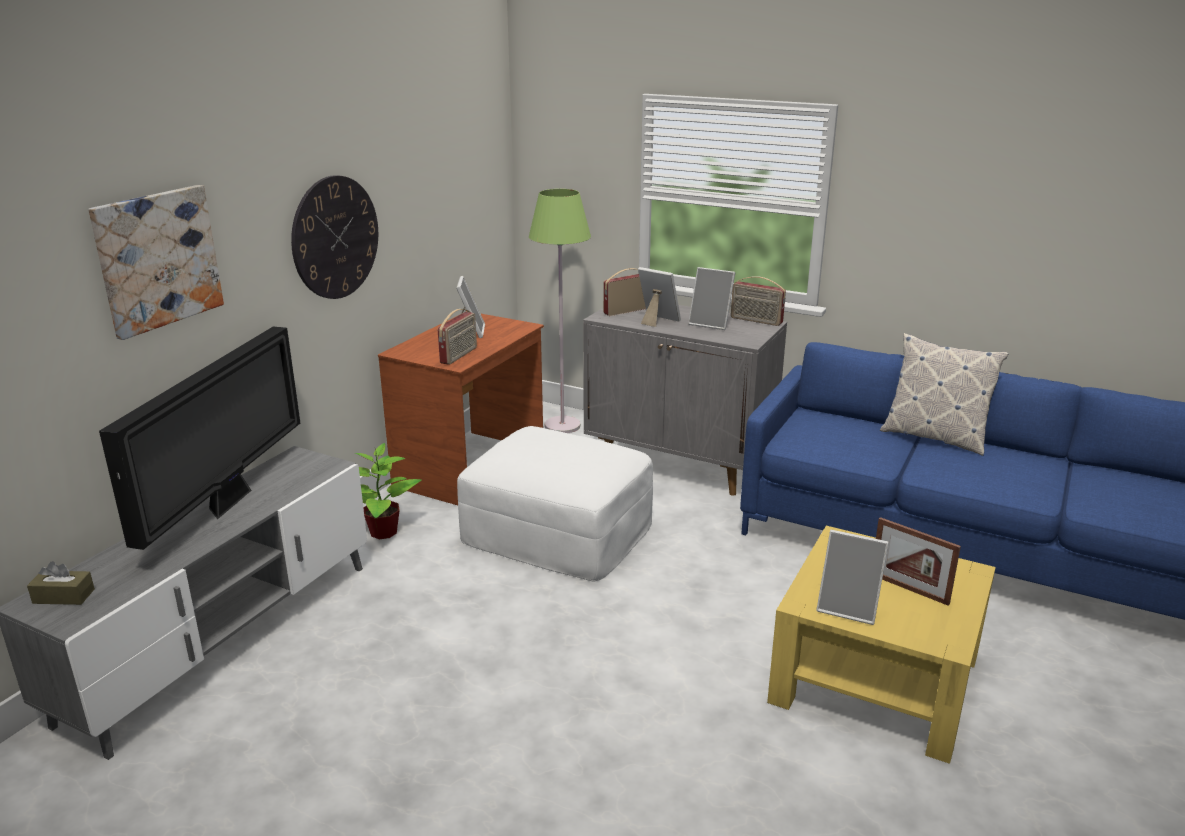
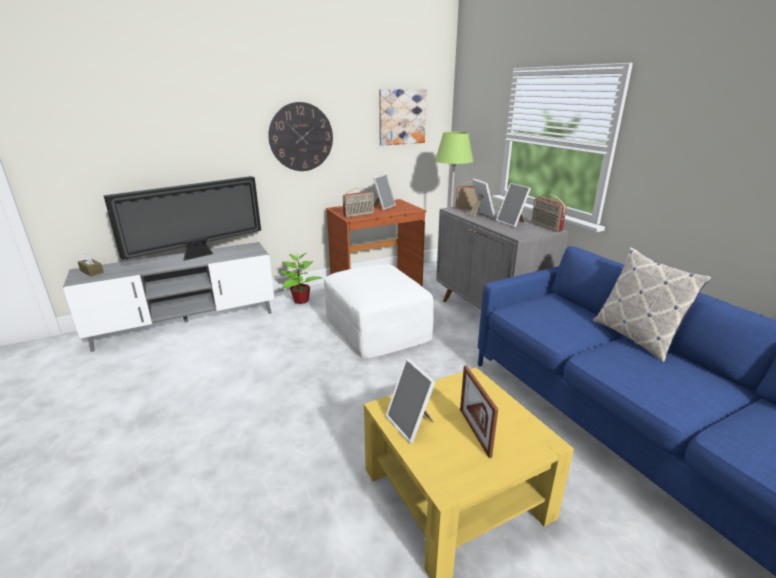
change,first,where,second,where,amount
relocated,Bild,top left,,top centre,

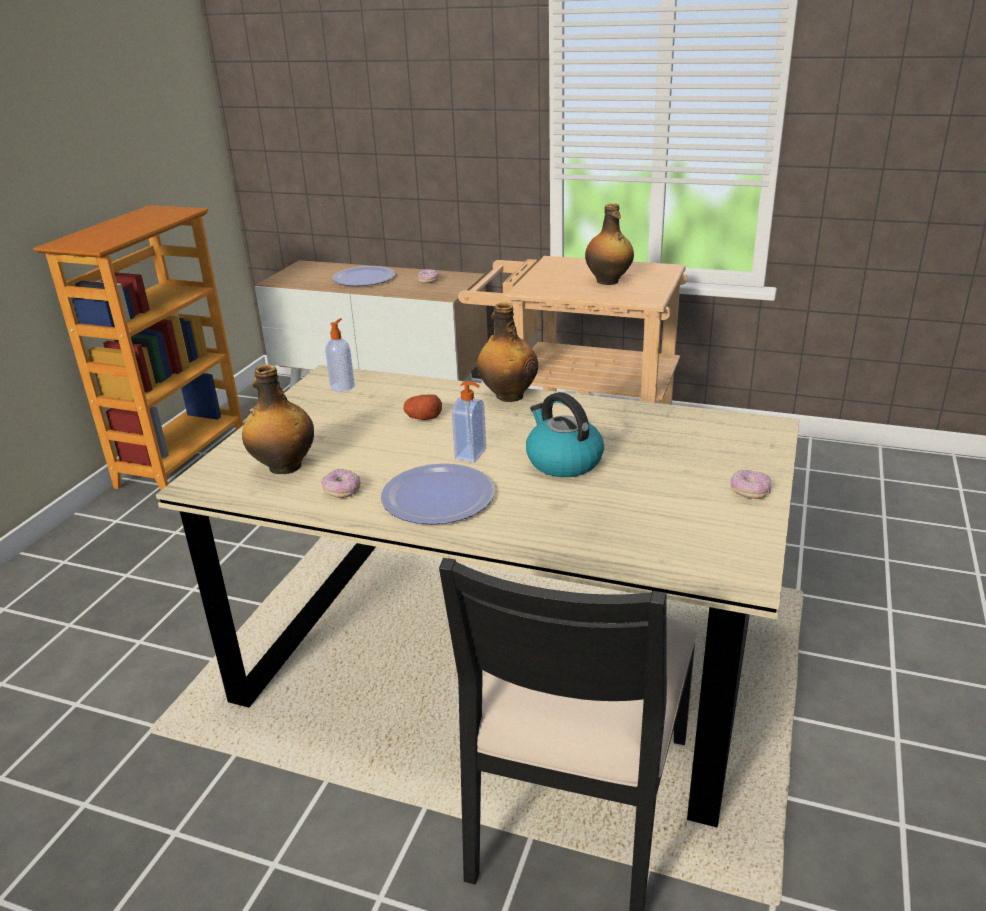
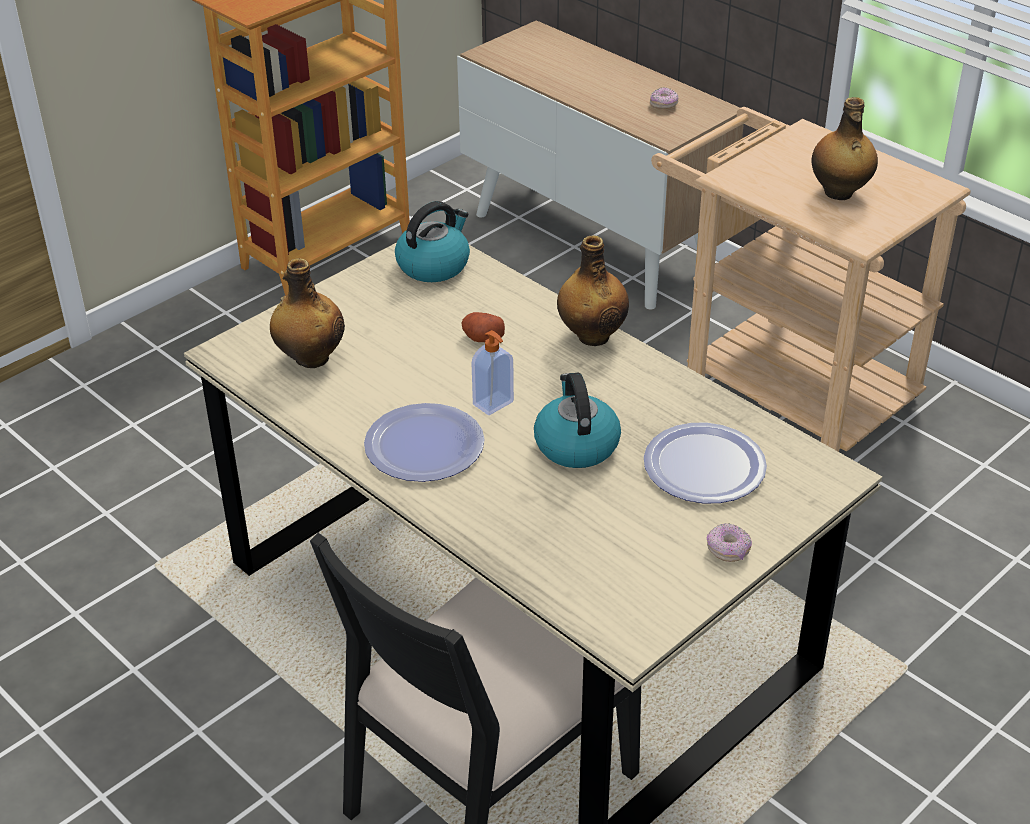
change,first,where,second,where,amount
missing,Donut (no. 1 from left),centre,,,
exchanged,Seifenspender (no. 1 from left),centre,Wasserkessel (no. 1 from left),top centre,
relocated,Teller (no. 1 from left in the first image),top centre,Teller (no. 2 from left),middle right,

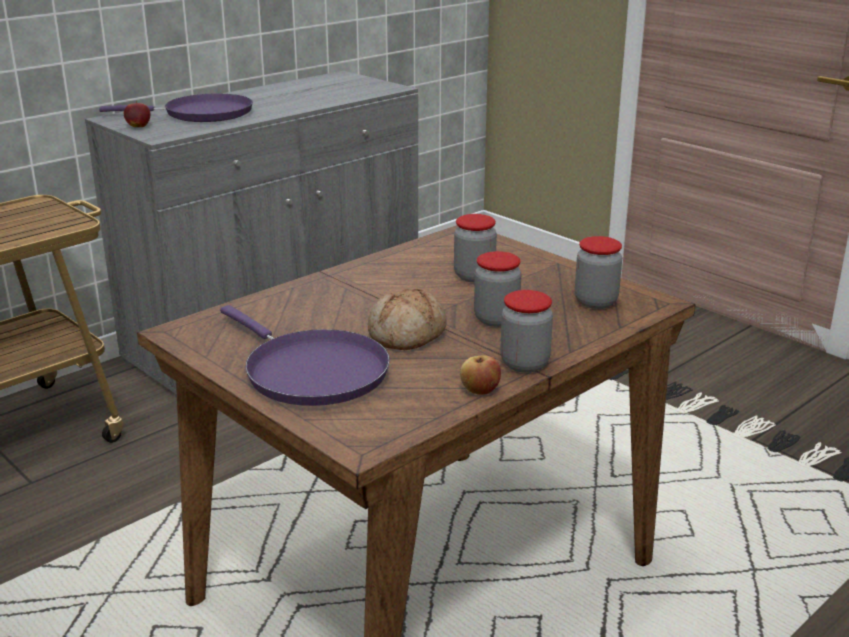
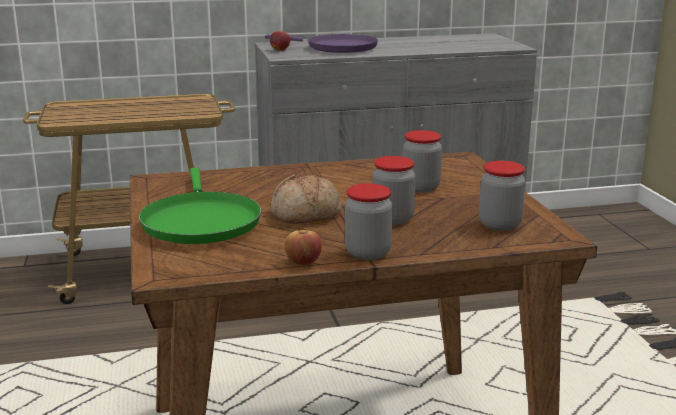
change,first,where,second,where,amount
colour,Pfanne [lila] (no. 2 from left),centre,Pfanne [grün],middle left,

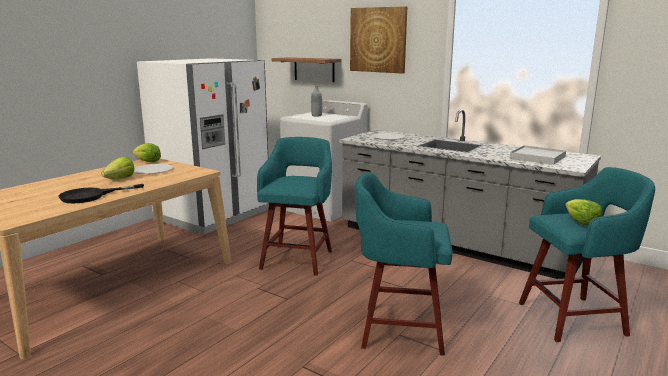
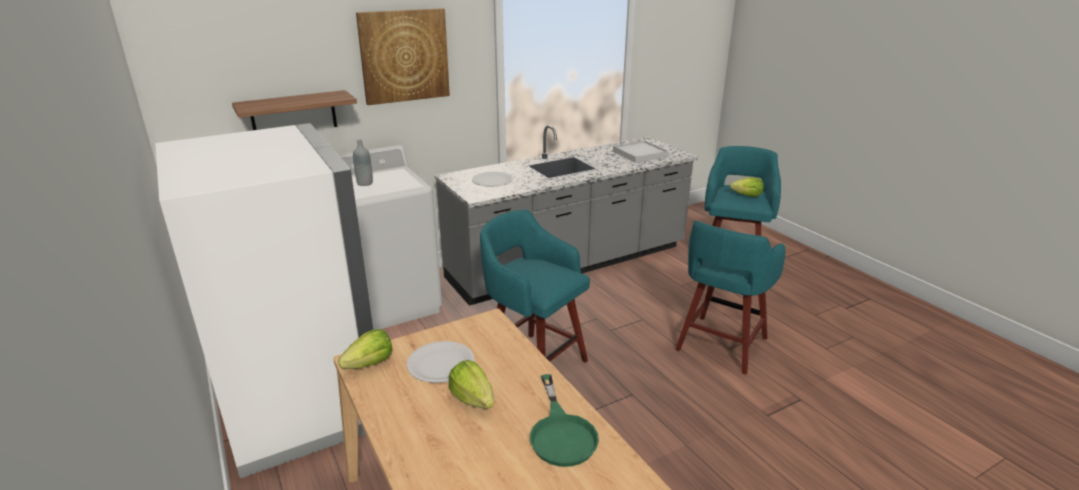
change,first,where,second,where,amount
colour,Pfanne [schwarz],middle left,Pfanne [grün],bottom centre,

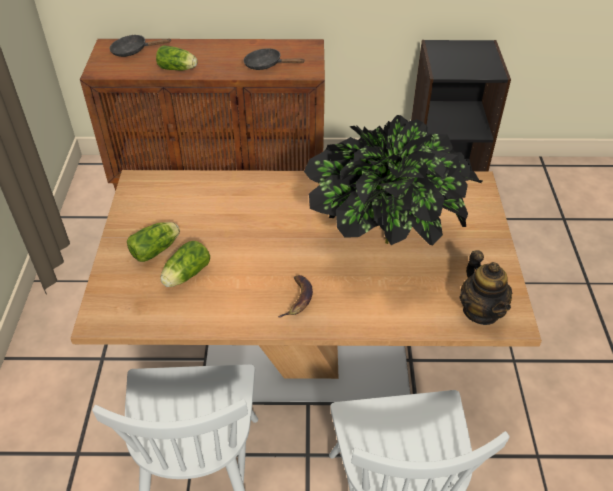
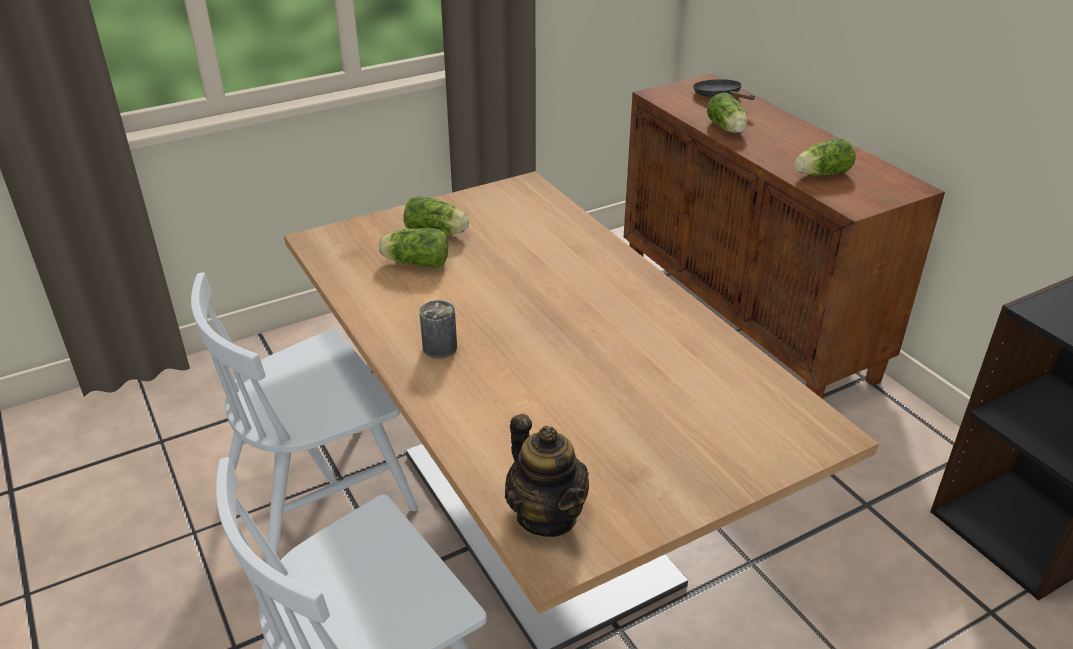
change,first,where,second,where,amount
exchanged,Pfanne [schwarz] (no. 2 from left),top centre,Salatkopf (no. 4 from left),top right,
exchanged,Banane,centre,Dose,centre,
missing,Topfpflanze,centre,,,
spun,Teekanne,middle right,,bottom centre,75 degrees counterclockwise

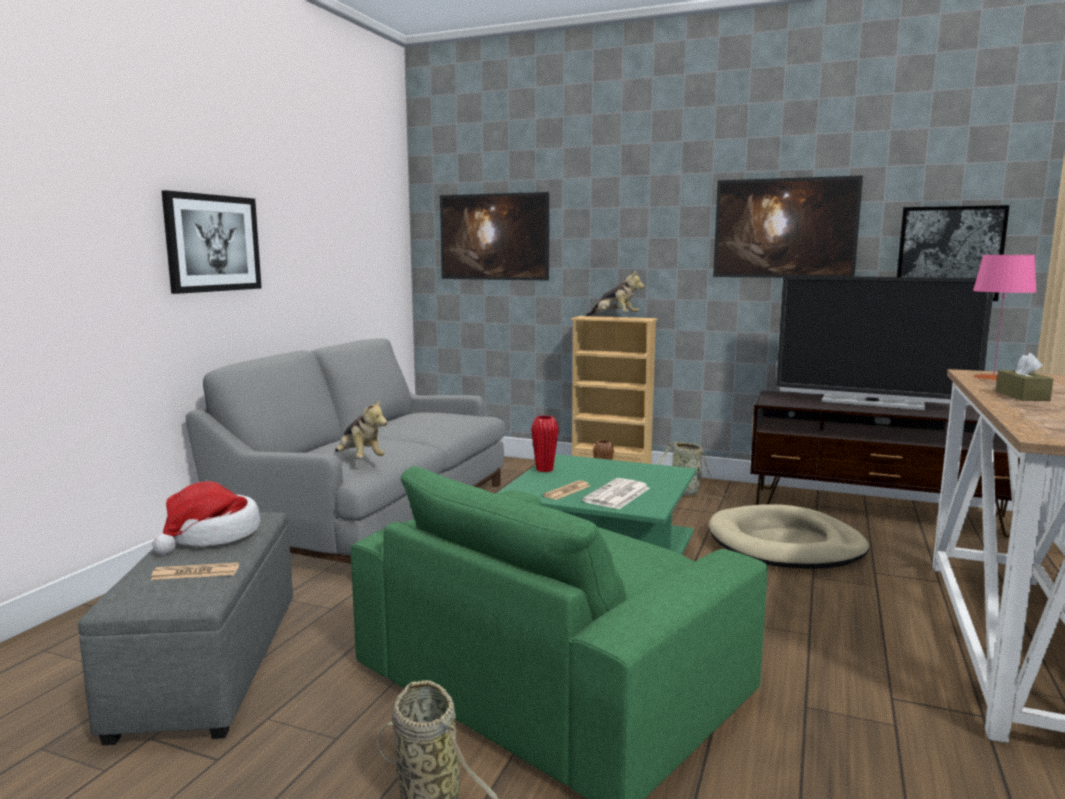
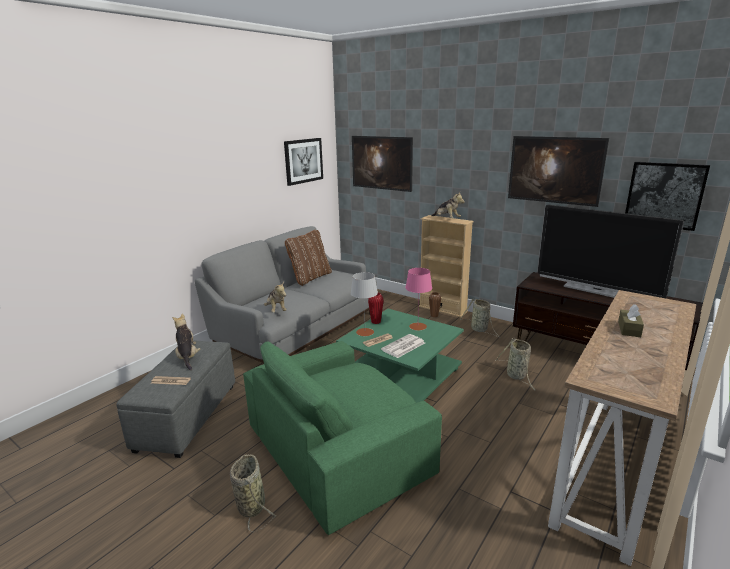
change,first,where,second,where,amount
exchanged,Hut,middle left,Plüschtier (no. 1 from left),middle left,
relocated,Bild (no. 1 from left),top left,,top centre,
exchanged,Hundebett [beige],bottom right,Korb (no. 3 from left),middle right,
relocated,Tischlampe [rosa],middle right,,centre,
appeared,,,Kissen [braun],centre,
appeared,,,Tischlampe [grau],centre,

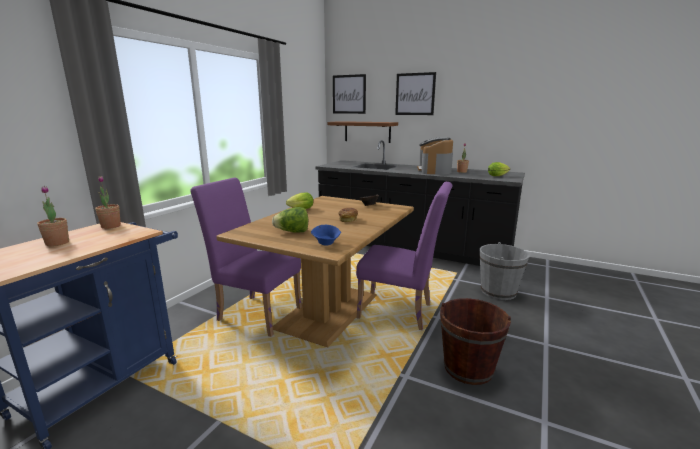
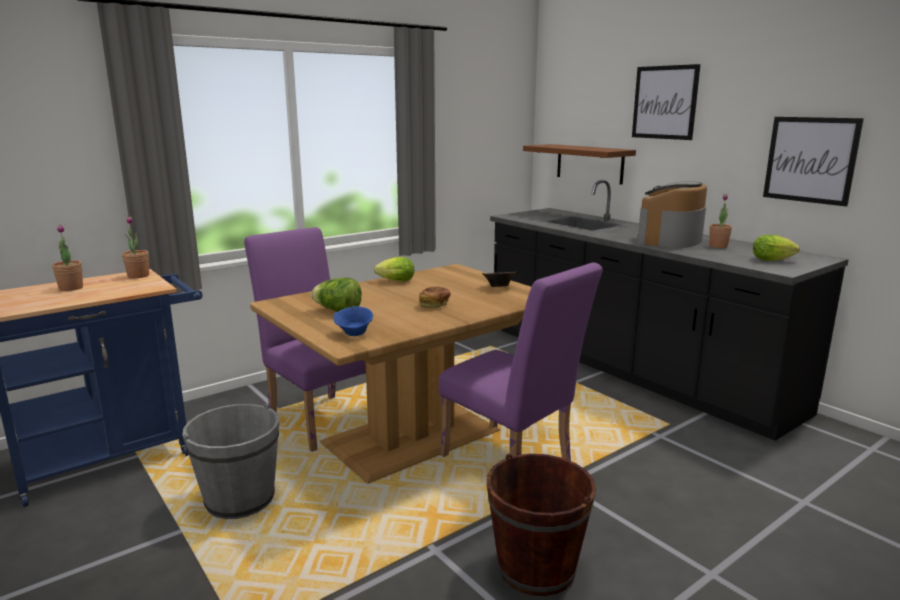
change,first,where,second,where,amount
relocated,Bild (no. 1 from left in the first image),top centre,Bild (no. 2 from left),top right,
relocated,Eimer [grau],middle right,,bottom left,

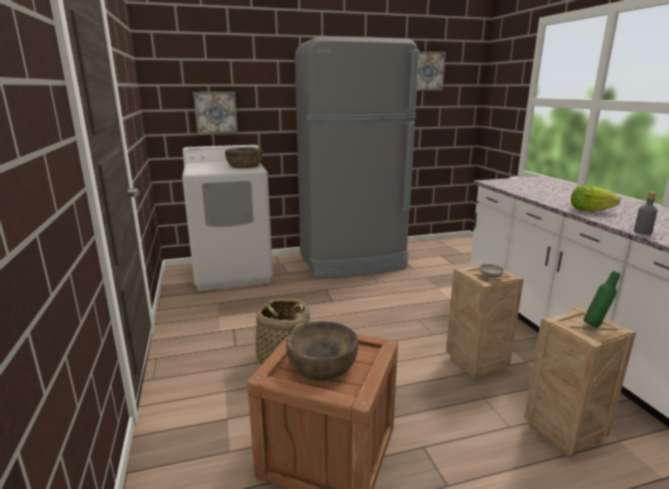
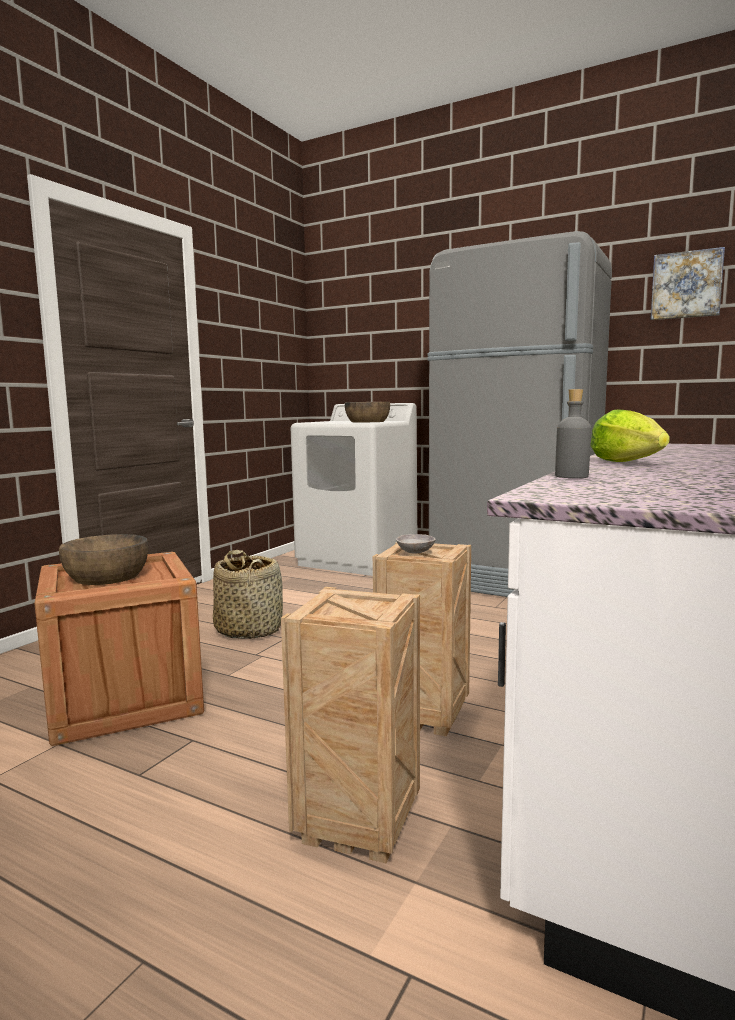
change,first,where,second,where,amount
missing,Bild (no. 1 from left),top left,,,
missing,Flasche [grün],middle right,,,

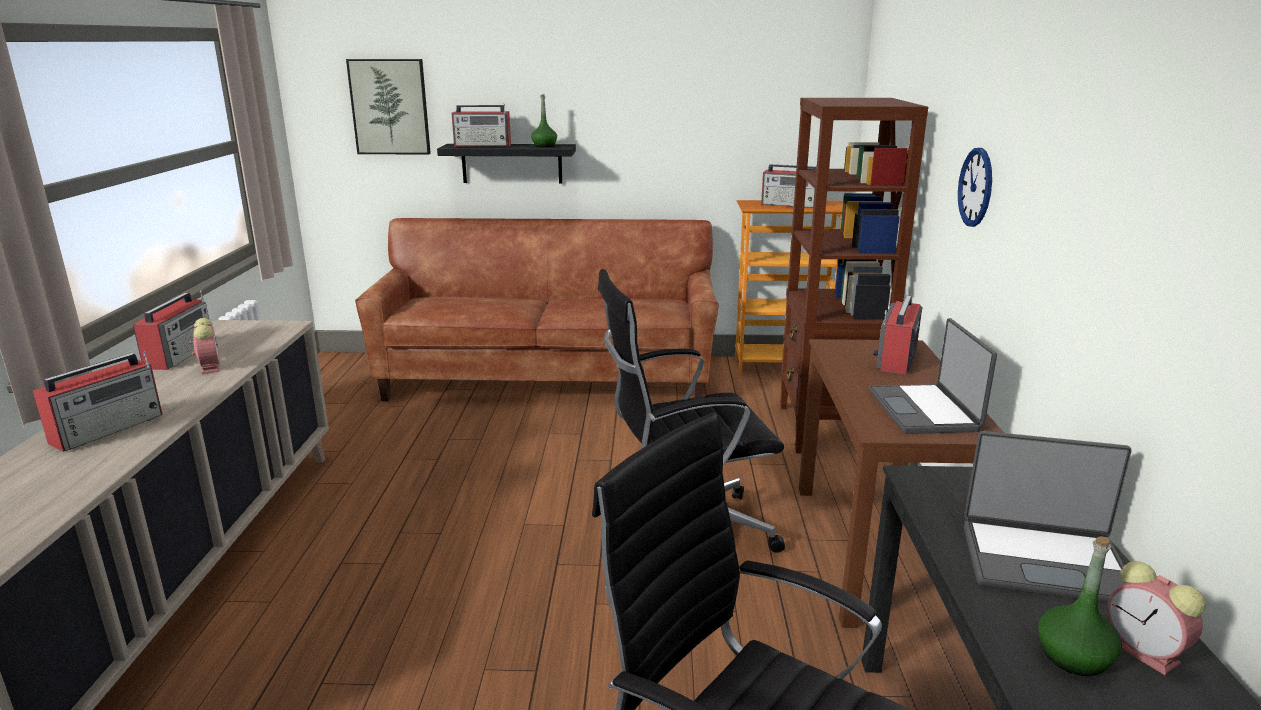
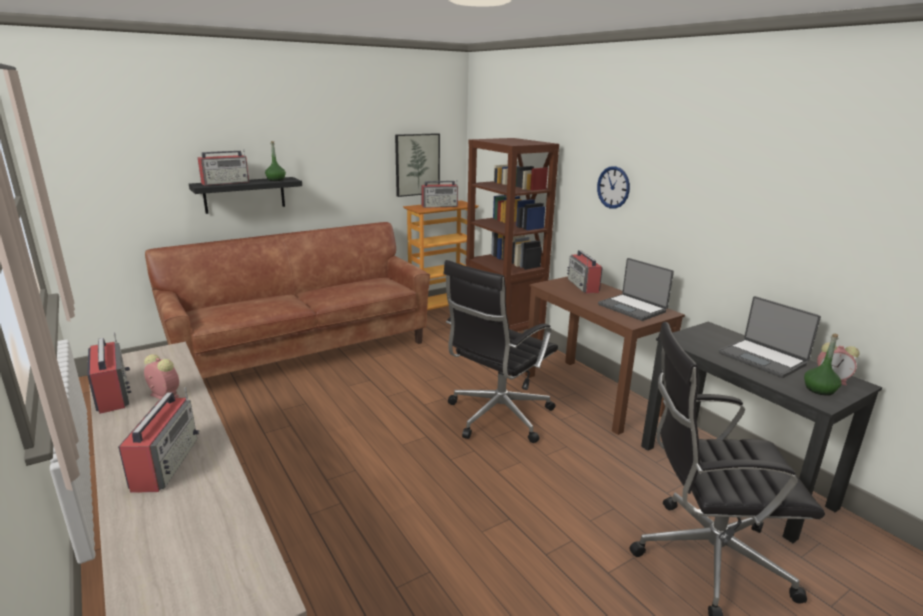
change,first,where,second,where,amount
relocated,Bild,top left,,top centre,
spun,Laptop (no. 2 from left),bottom right,,middle right,75 degrees clockwise

